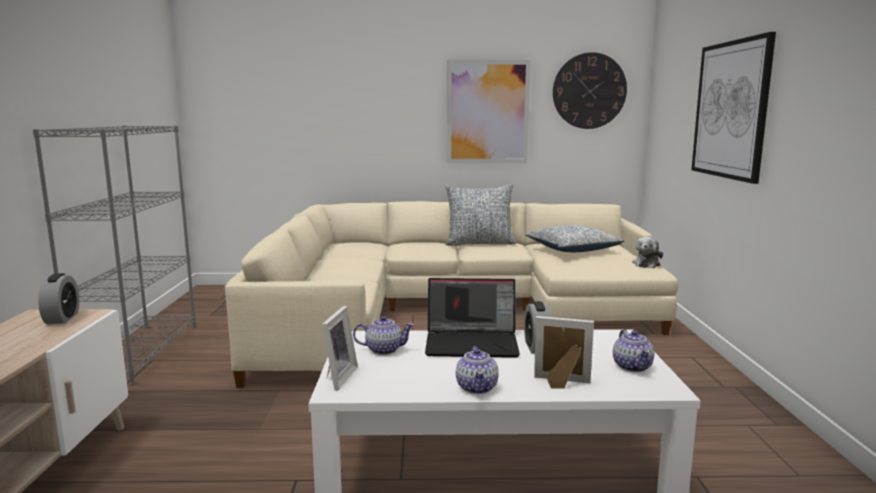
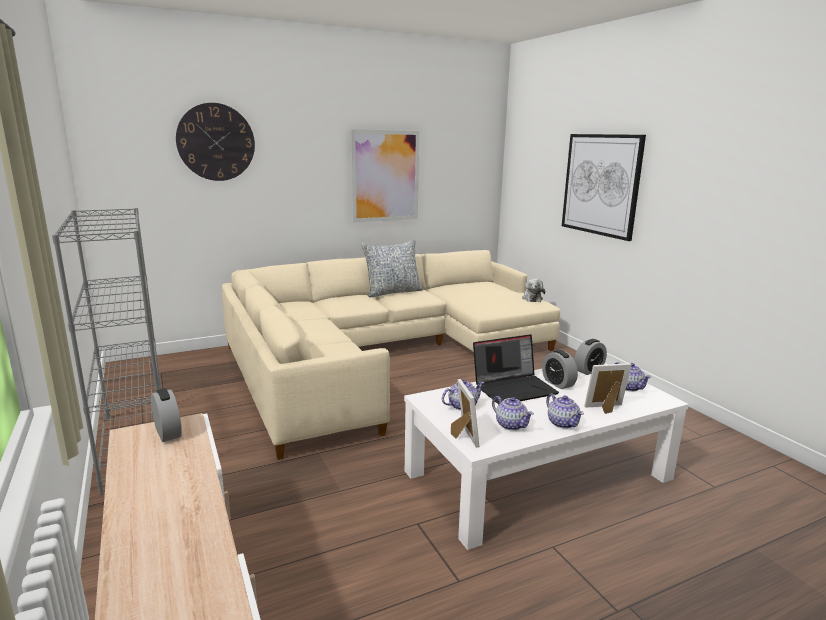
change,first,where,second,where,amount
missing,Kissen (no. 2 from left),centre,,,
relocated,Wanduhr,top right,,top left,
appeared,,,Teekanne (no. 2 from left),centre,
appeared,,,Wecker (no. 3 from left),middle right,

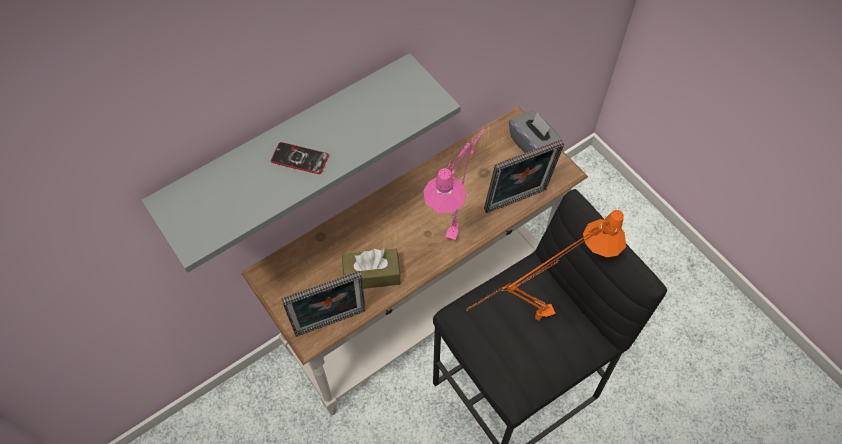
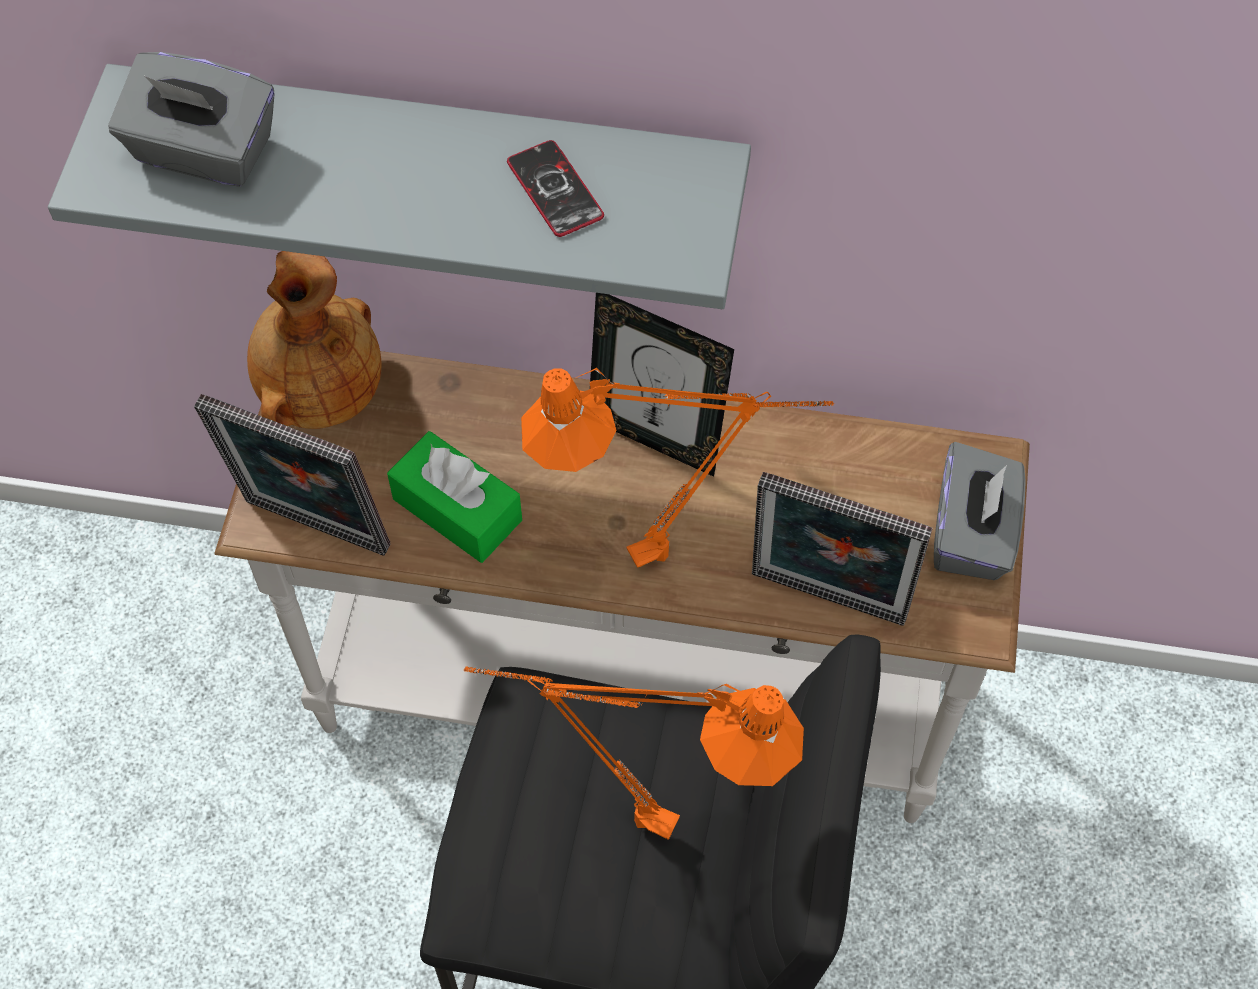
change,first,where,second,where,amount
relocated,Handy,centre,,top centre,
colour,Taschentuchbox [braun],centre,Taschentuchbox [grün],centre,
colour,Tischlampe [rosa],centre,Tischlampe [orange] (no. 2 from left),centre,
appeared,,,Taschentuchbox [grau] (no. 1 from left),top left,
appeared,,,Vase [braun],middle left,
appeared,,,Bilderrahmen (no. 2 from left),centre,

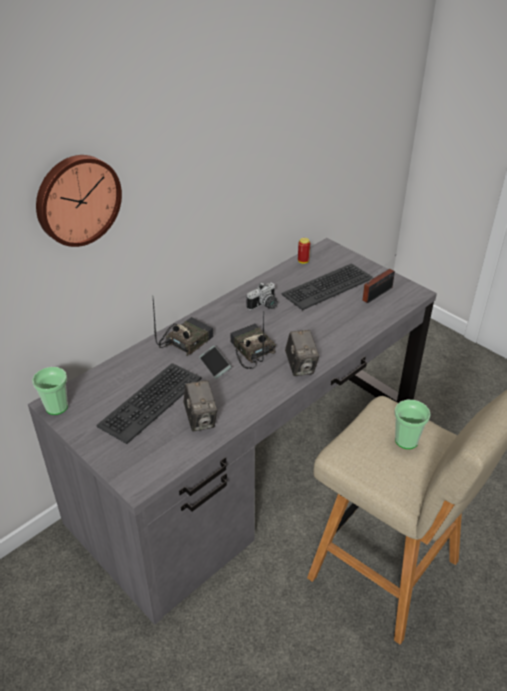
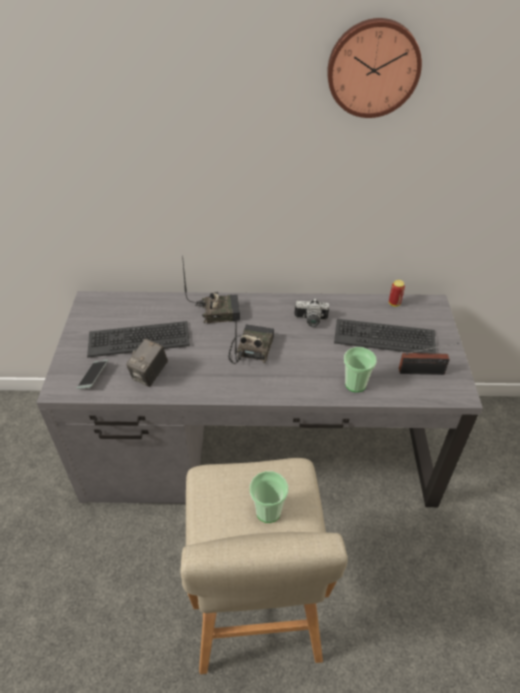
change,first,where,second,where,amount
relocated,Tasse (no. 1 from left in the first image),middle left,Tasse (no. 2 from left),middle right,
relocated,Wanduhr,top left,,top right,
relocated,Handy,centre,,middle left,
missing,Kamera (no. 3 from left),centre,,,

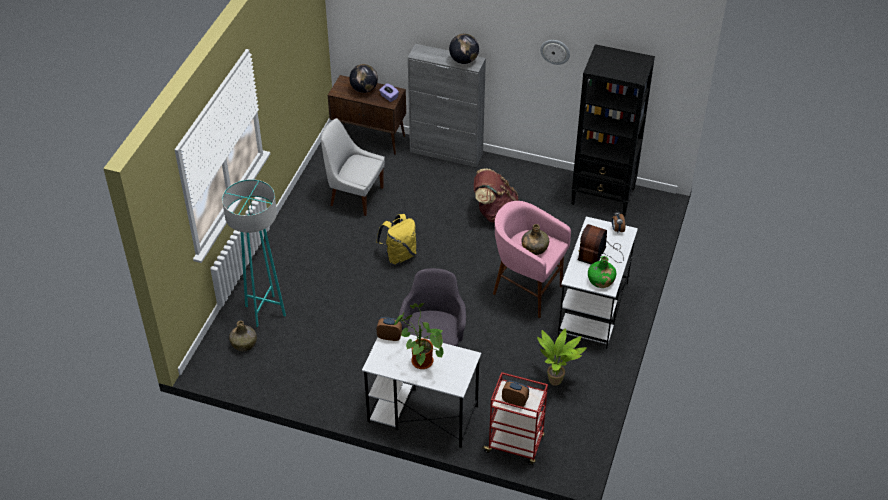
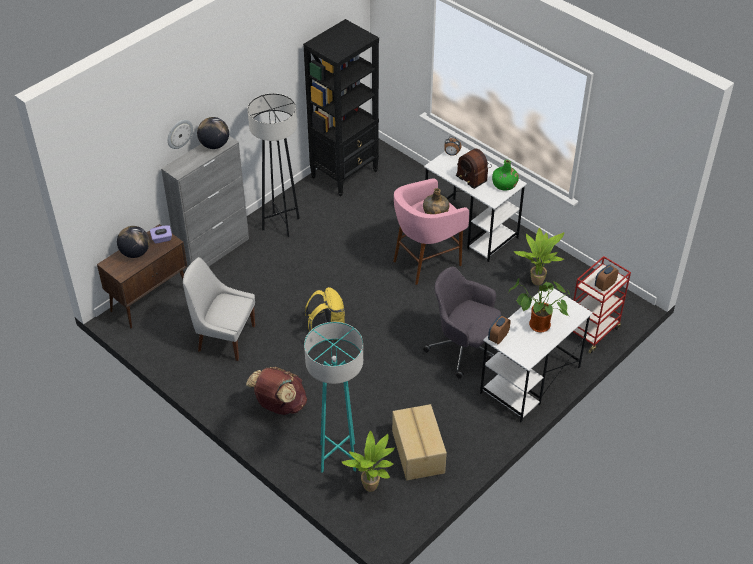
change,first,where,second,where,amount
exchanged,Flasche [grün] (no. 1 from left),bottom left,Topfpflanze (no. 1 from left),bottom centre,
spun,Stuhl [weiß],centre,,middle left,60 degrees clockwise
relocated,Rucksack [braun],centre,,bottom centre,
relocated,Wanduhr,top centre,,top left,
appeared,,,Stehlampe [grau],top centre,
appeared,,,Karton,bottom centre,

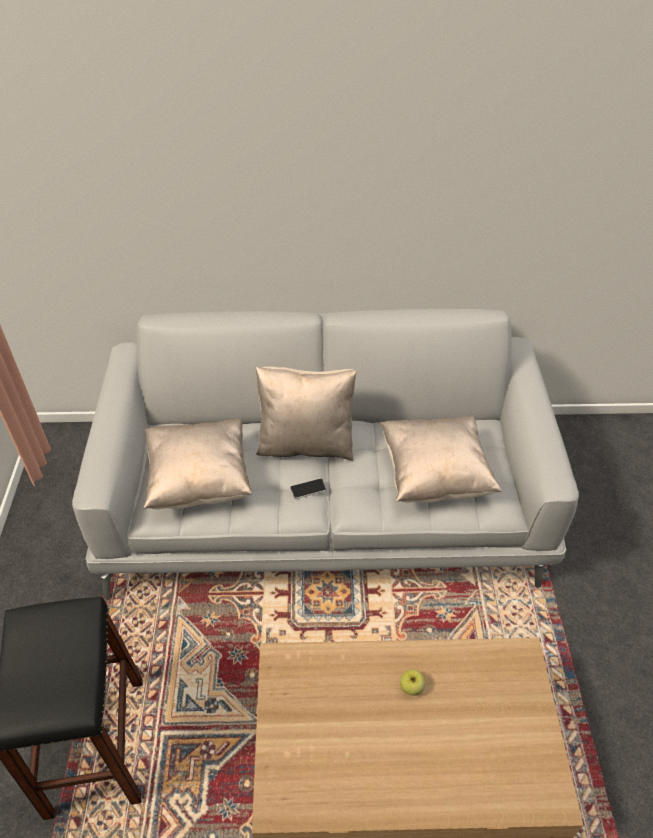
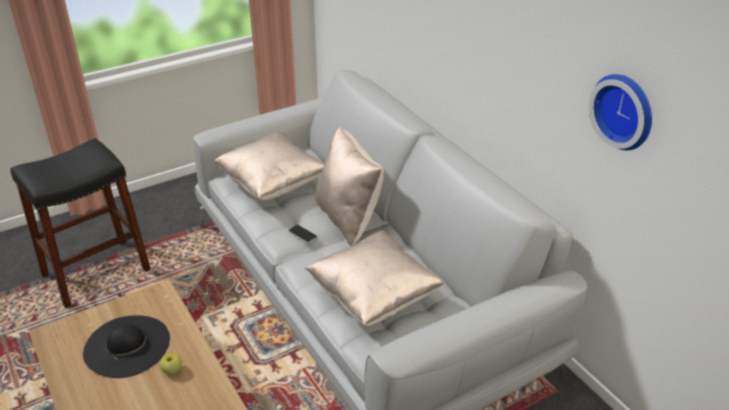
change,first,where,second,where,amount
appeared,,,Hut [schwarz],bottom left,
appeared,,,Wanduhr,top right,

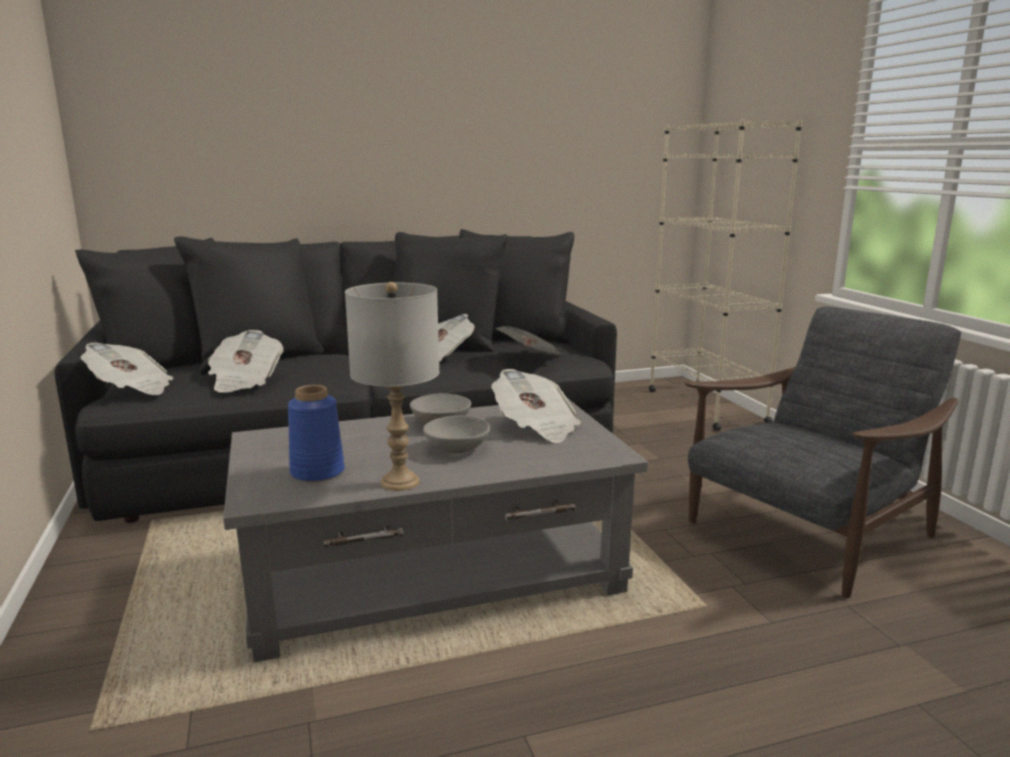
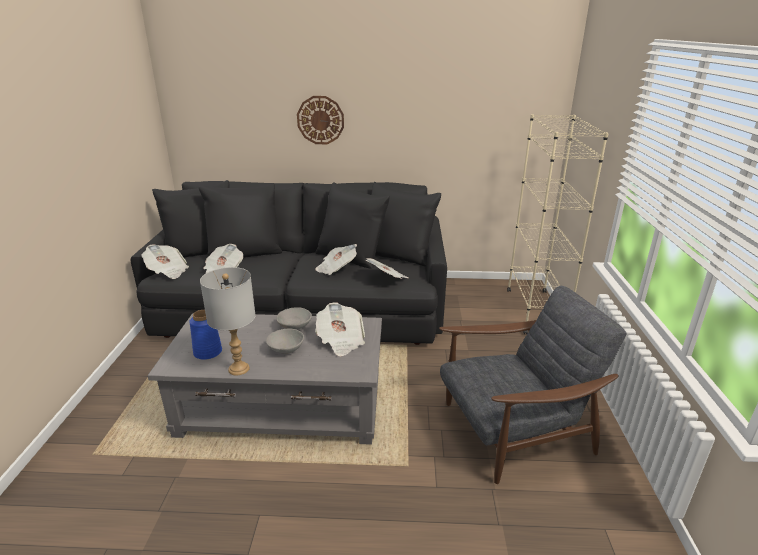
change,first,where,second,where,amount
appeared,,,Wanduhr,top centre,

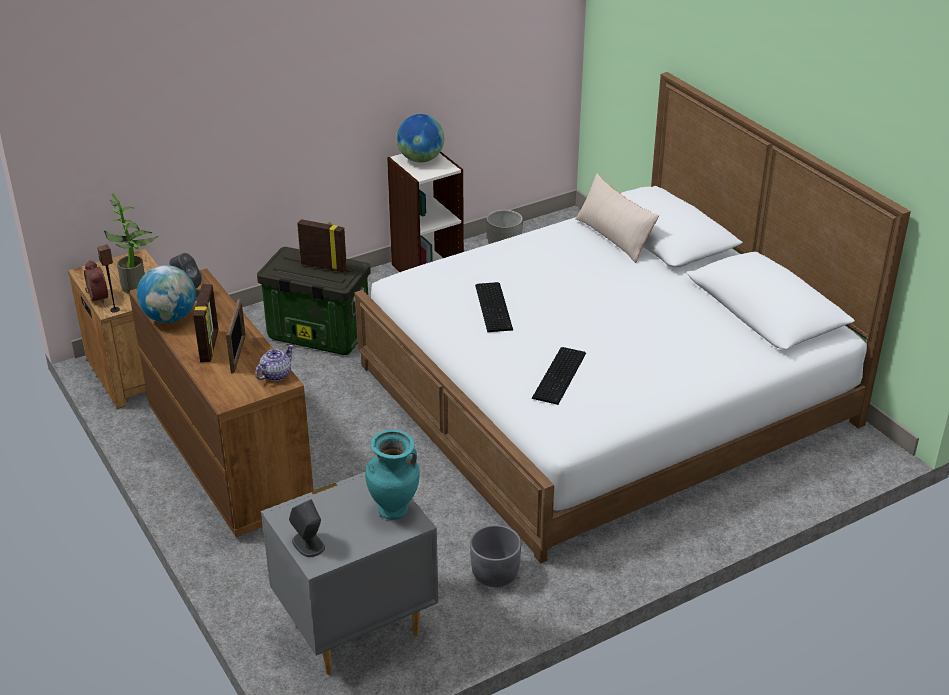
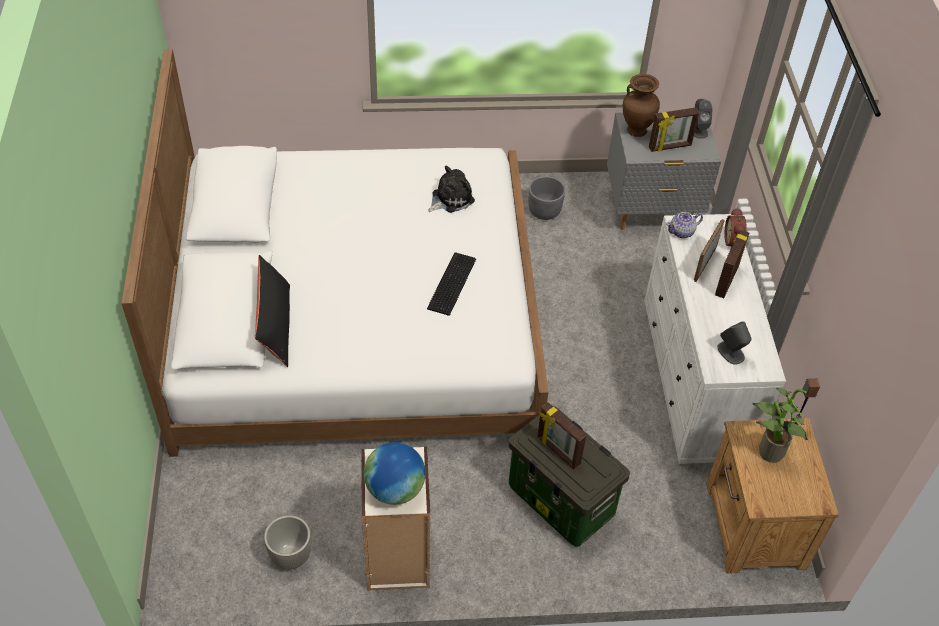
change,first,where,second,where,amount
relocated,Wecker,middle left,,middle right,
colour,Kommode [braun],middle left,Kommode [weiß],middle right,
missing,Globus (no. 1 from left),middle left,,,
colour,Vase [türkis],bottom centre,Vase [braun],top right,
exchanged,Tastatur (no. 2 from left),centre,Plüschtier,top centre,
colour,Kissen [beige],top centre,Kissen [schwarz],middle left,
appeared,,,Bilderrahmen (no. 2 from left),top right,

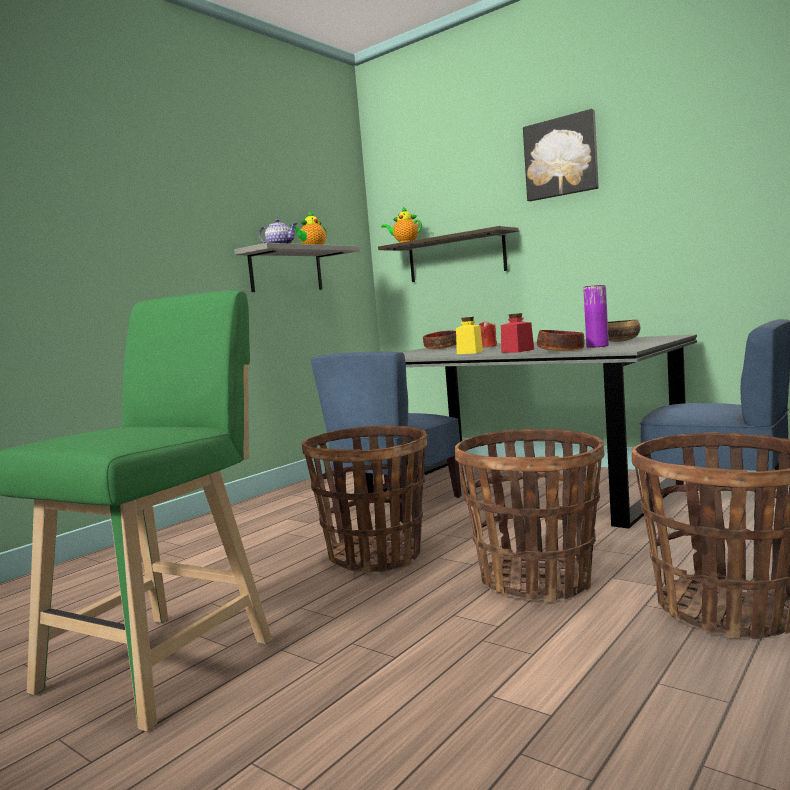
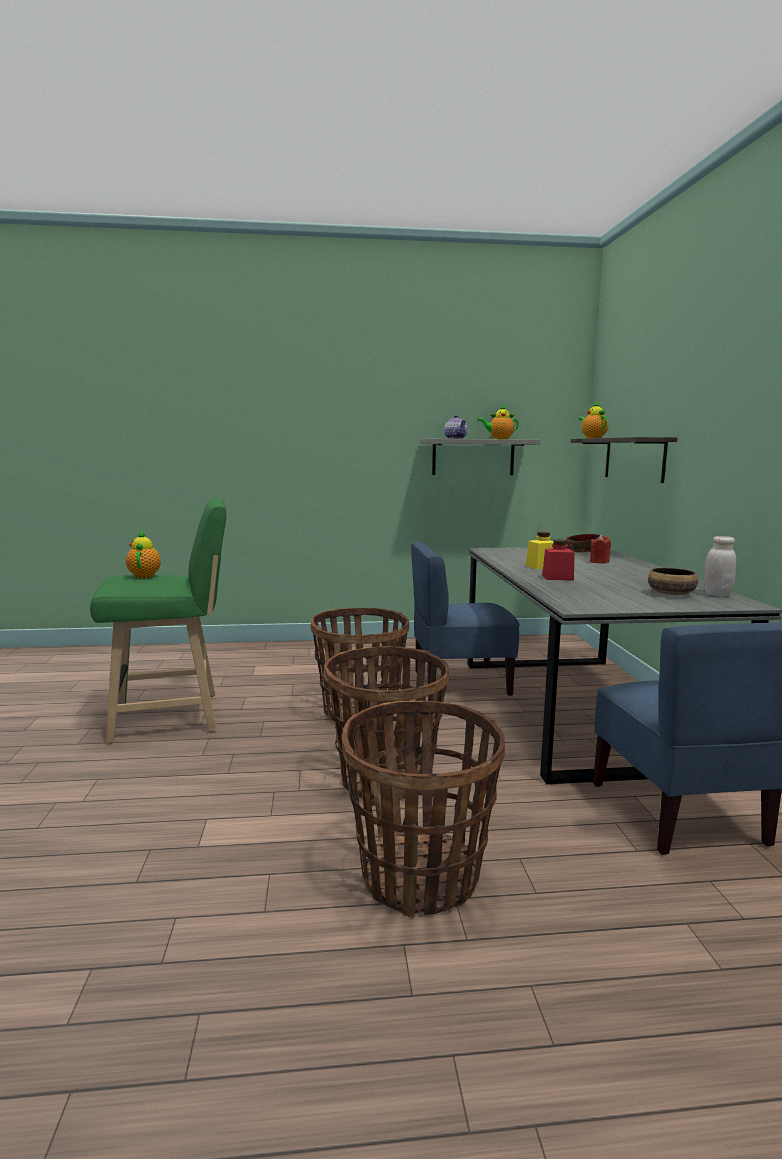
change,first,where,second,where,amount
missing,Bild,top right,,,
missing,Schüssel (no. 2 from left),middle right,,,
missing,Vase [lila],middle right,,,
appeared,,,Teekanne (no. 1 from left),middle left,
appeared,,,Vorratsglas [weiß],middle right,

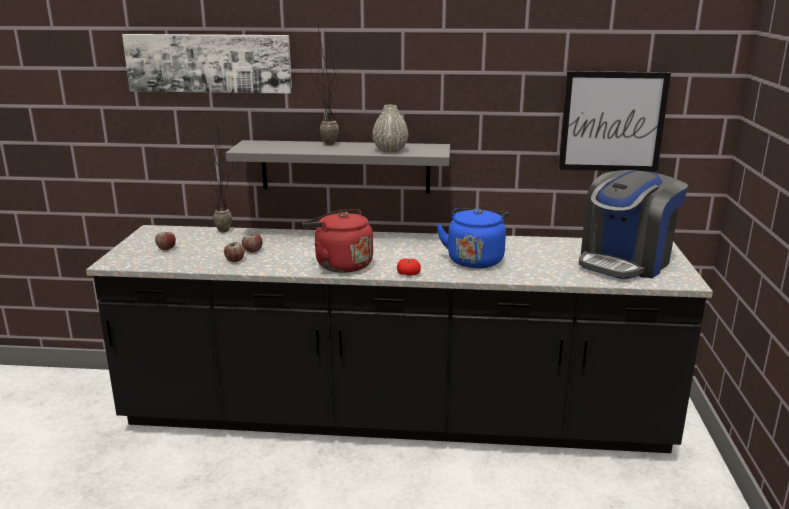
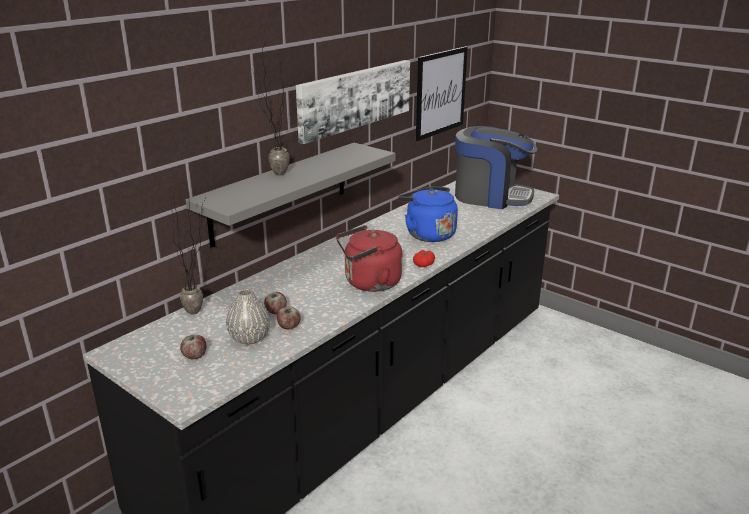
change,first,where,second,where,amount
relocated,Bild (no. 1 from left),top left,,top centre,
relocated,Vase [grau],top centre,,middle left,
spun,Kaffeemaschine,middle right,,top centre,60 degrees counterclockwise

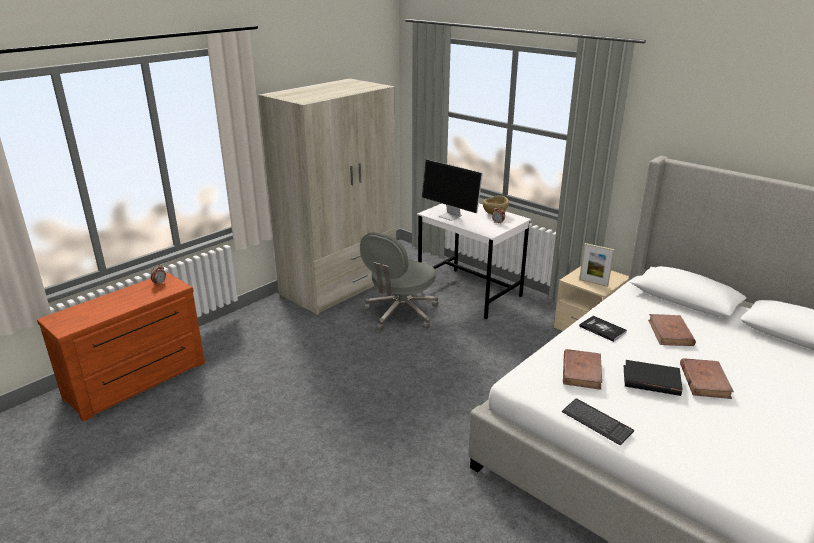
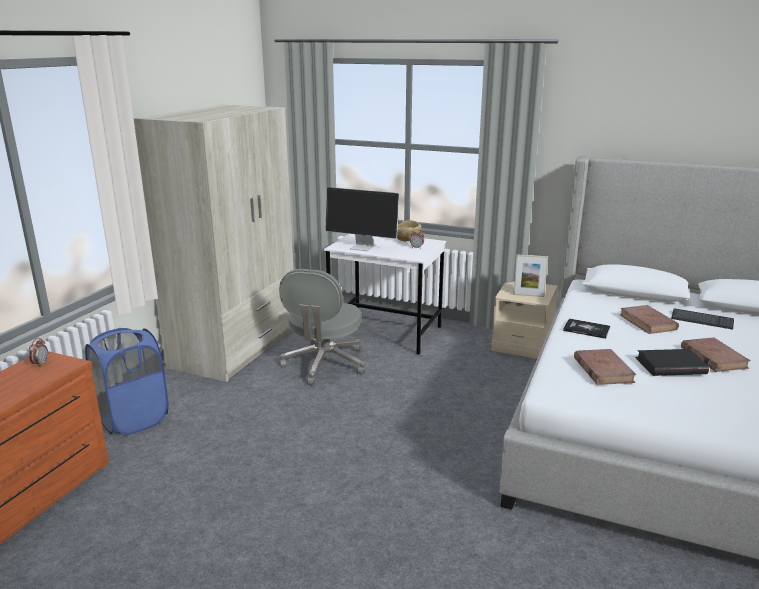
change,first,where,second,where,amount
relocated,Tastatur,bottom right,,middle right,
appeared,,,Wäschekorb [blau],middle left,

